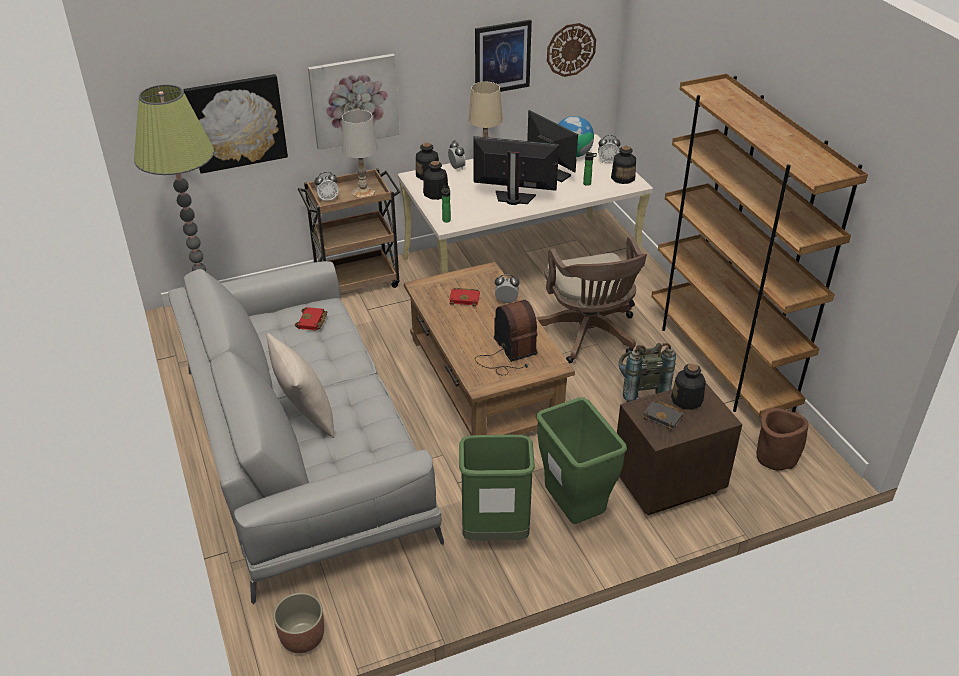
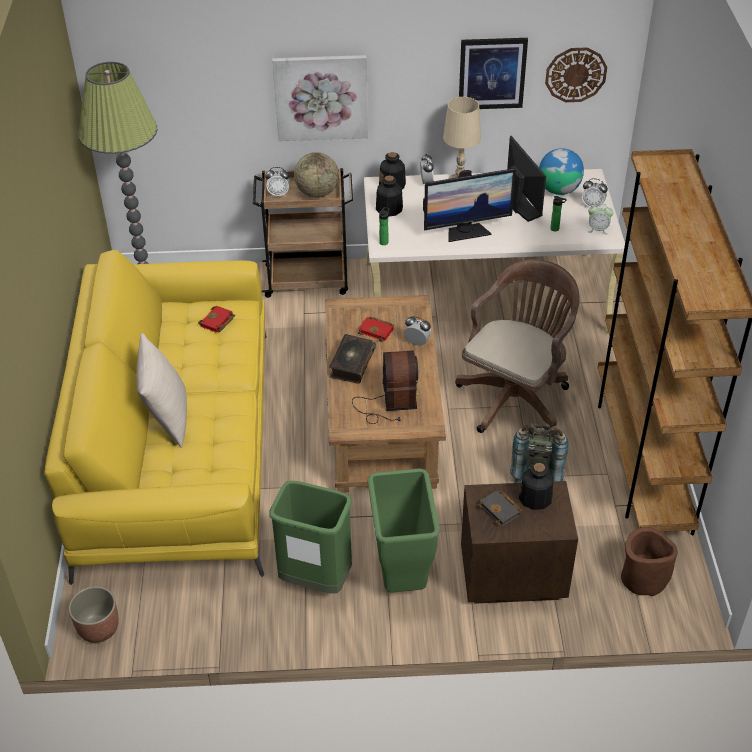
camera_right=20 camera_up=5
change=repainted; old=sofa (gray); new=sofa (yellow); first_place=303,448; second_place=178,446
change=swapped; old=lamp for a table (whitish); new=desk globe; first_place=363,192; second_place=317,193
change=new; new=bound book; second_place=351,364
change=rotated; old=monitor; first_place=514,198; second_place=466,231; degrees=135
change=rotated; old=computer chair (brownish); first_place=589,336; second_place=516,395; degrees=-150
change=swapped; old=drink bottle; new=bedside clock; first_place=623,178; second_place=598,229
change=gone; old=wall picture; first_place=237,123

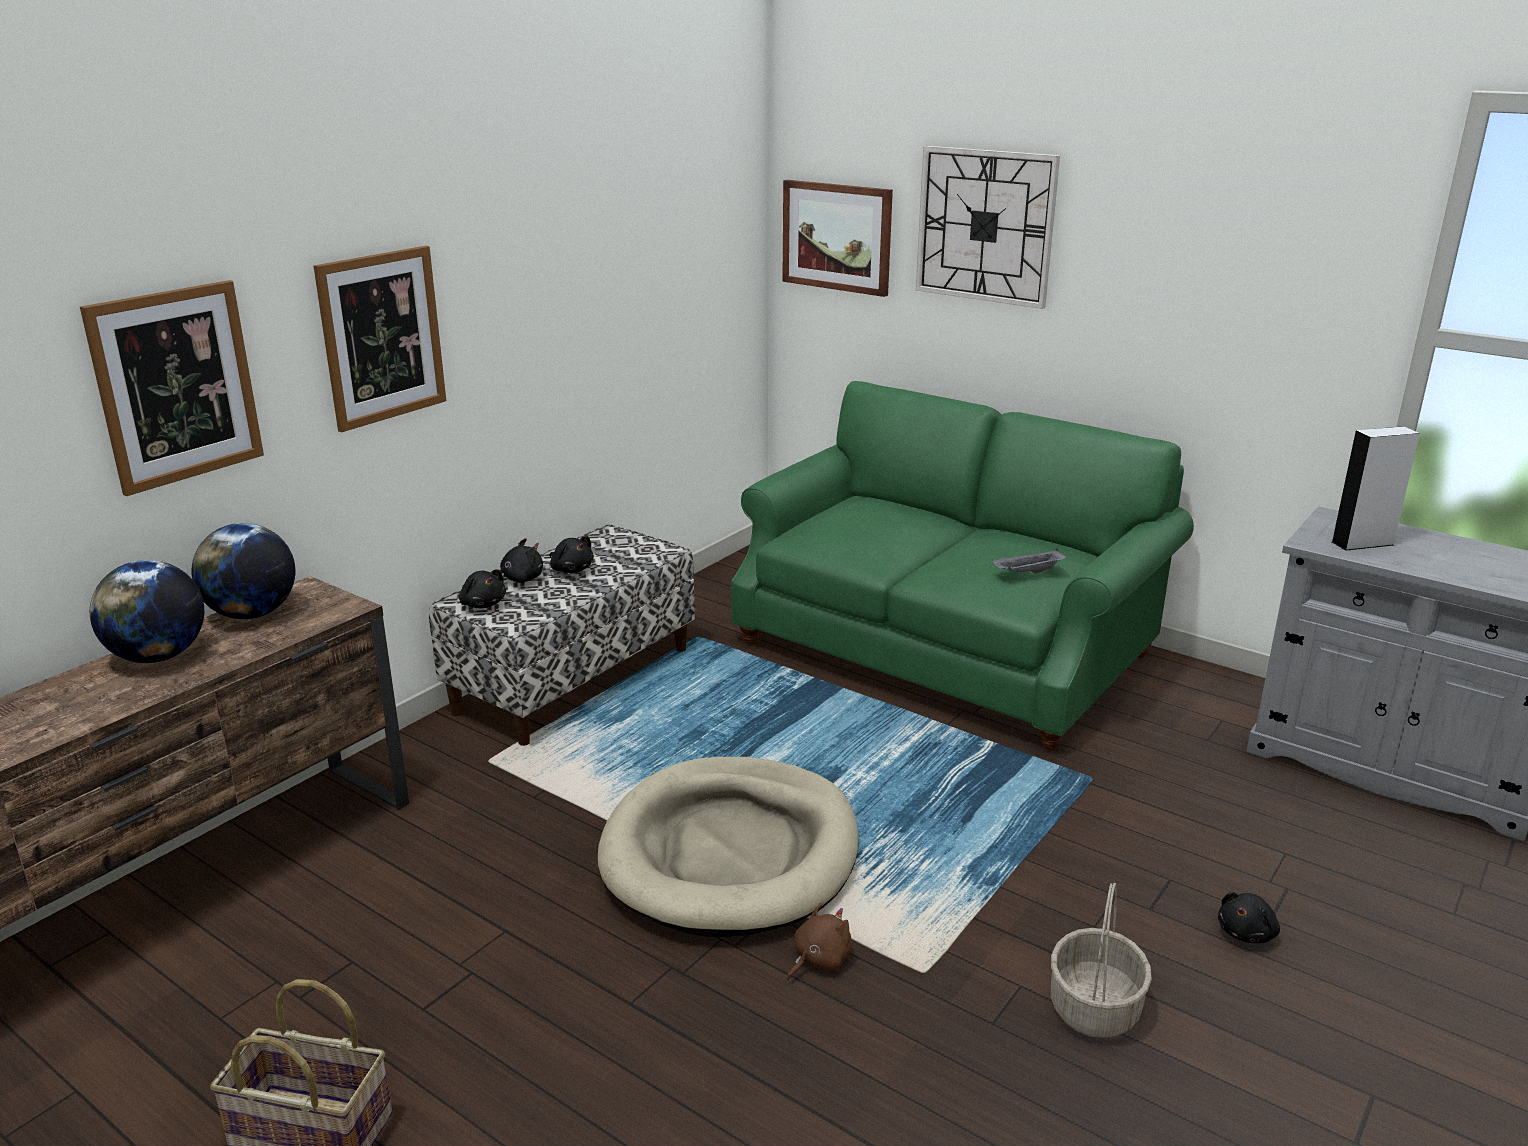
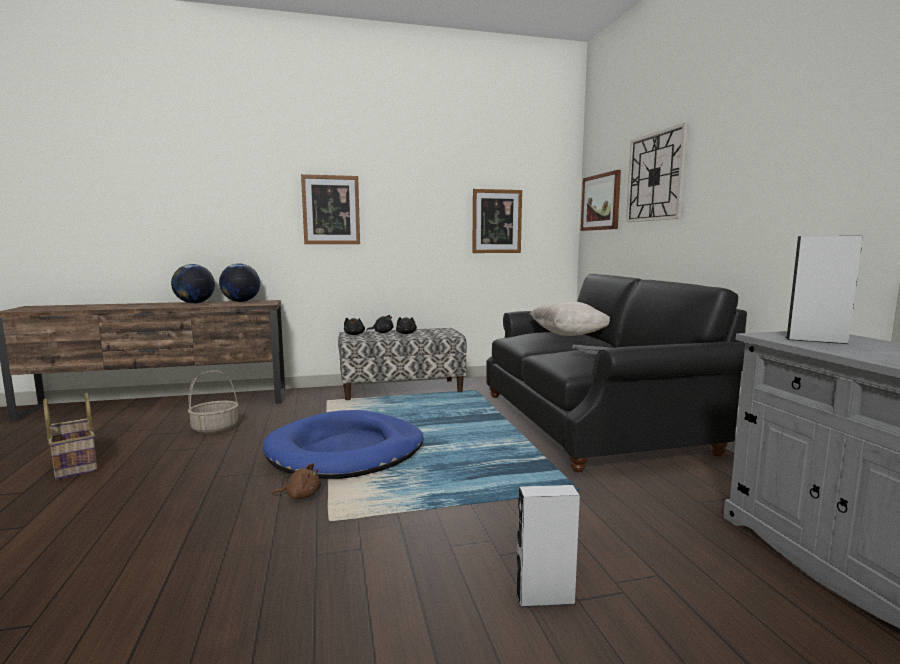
camera_right=40 camera_up=-15
change=shifted; old=basket; first_place=1095,1008; second_place=214,428
change=repainted; old=pet bed (sand-coloured); new=pet bed (bluish); first_place=731,852; second_place=346,451
change=shifted; old=wall picture; first_place=176,386; second_place=496,221
change=repainted; old=sofa (green-coloured); new=sofa (black-coloured); first_place=945,648; second_place=590,421
change=swapped; old=soft toy (black-coloured); new=loudspeaker (gray); first_place=1247,933; second_place=545,598
change=new; new=cushion (sand-coloured); second_place=568,334

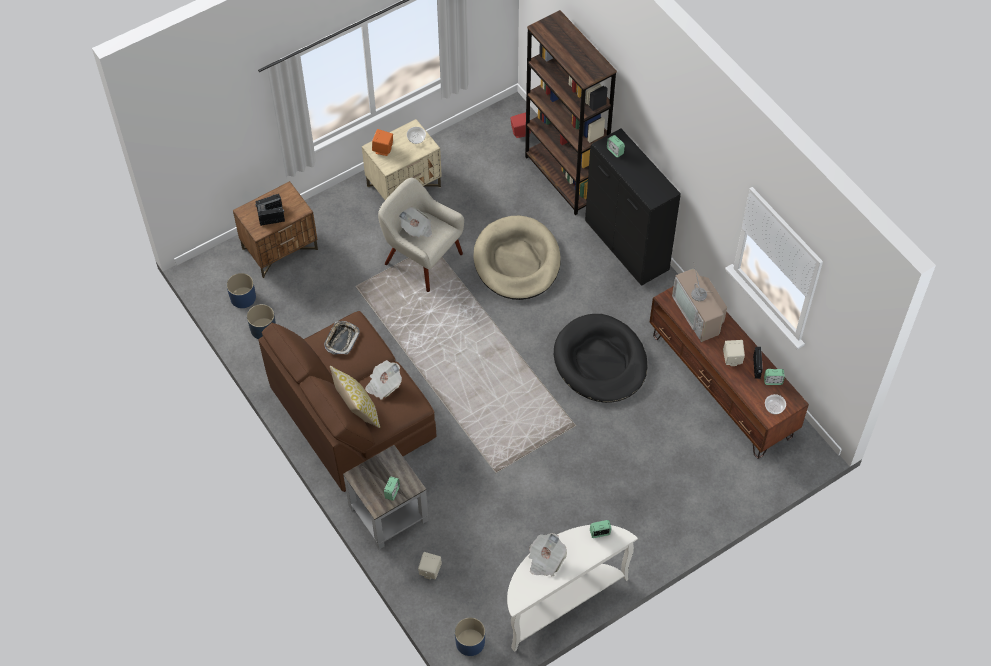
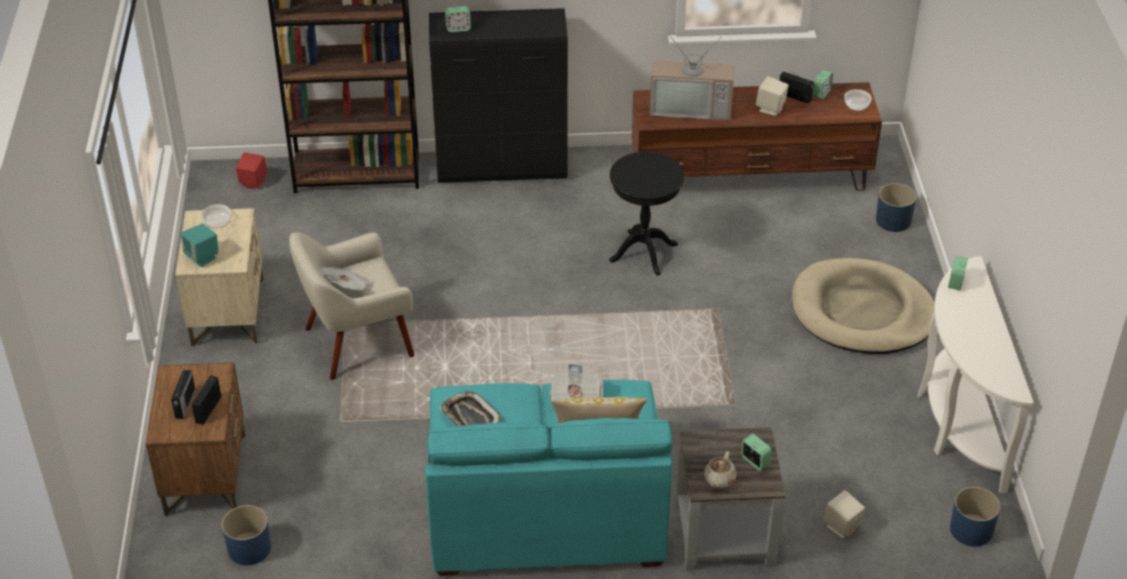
camera_right=-60 camera_up=-15
change=repainted; old=loudspeaker (orange-coloured); new=loudspeaker (turquoise); first_place=383,149; second_place=202,257
change=repainted; old=sofa (brownish); new=sofa (turquoise); first_place=353,415; second_place=545,507
change=swapped; old=pet bed (black-coloured); new=side table (black-coloured); first_place=600,361; second_place=643,252
change=new; new=tea pot (sand-coloured); second_place=719,479
change=shifted; old=pet bed (sand-coloured); first_place=517,261; second_place=862,312
change=shifted; old=flower pot (bluish); first_place=263,329; second_place=893,220
change=gone; old=daily paper; first_place=545,560

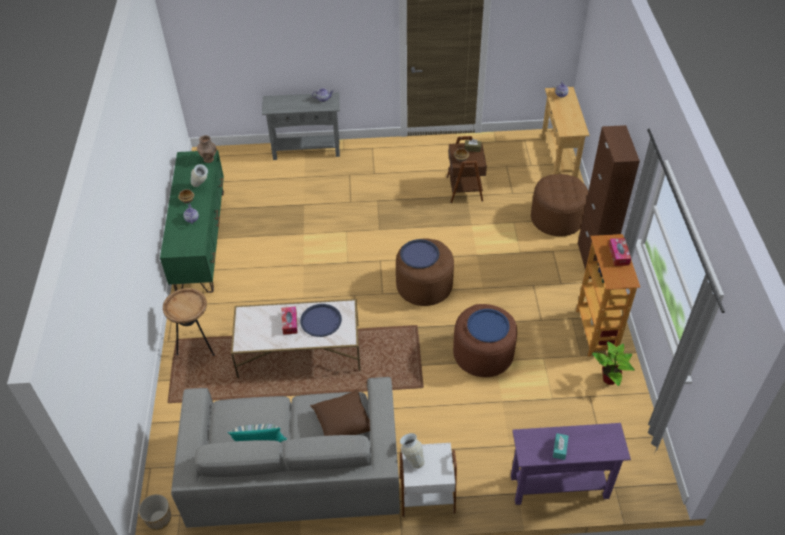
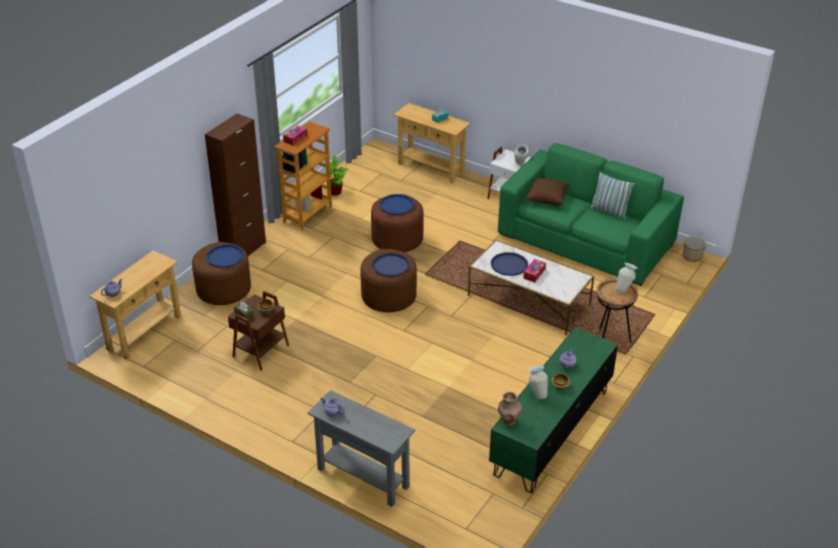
camera_right=-145 camera_up=-10
change=new; new=tray (bluish); second_place=225,256
change=repainted; old=hall table (purplish); new=hall table (sand-coloured); first_place=559,487; second_place=431,168
change=repainted; old=sofa (gray); new=sofa (green-coloured); first_place=294,471; second_place=586,240
change=new; new=vase; second_place=625,288

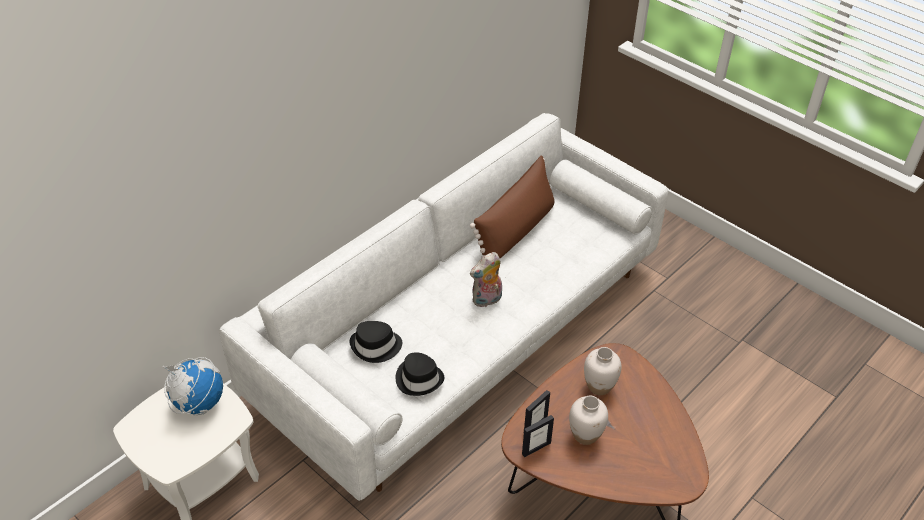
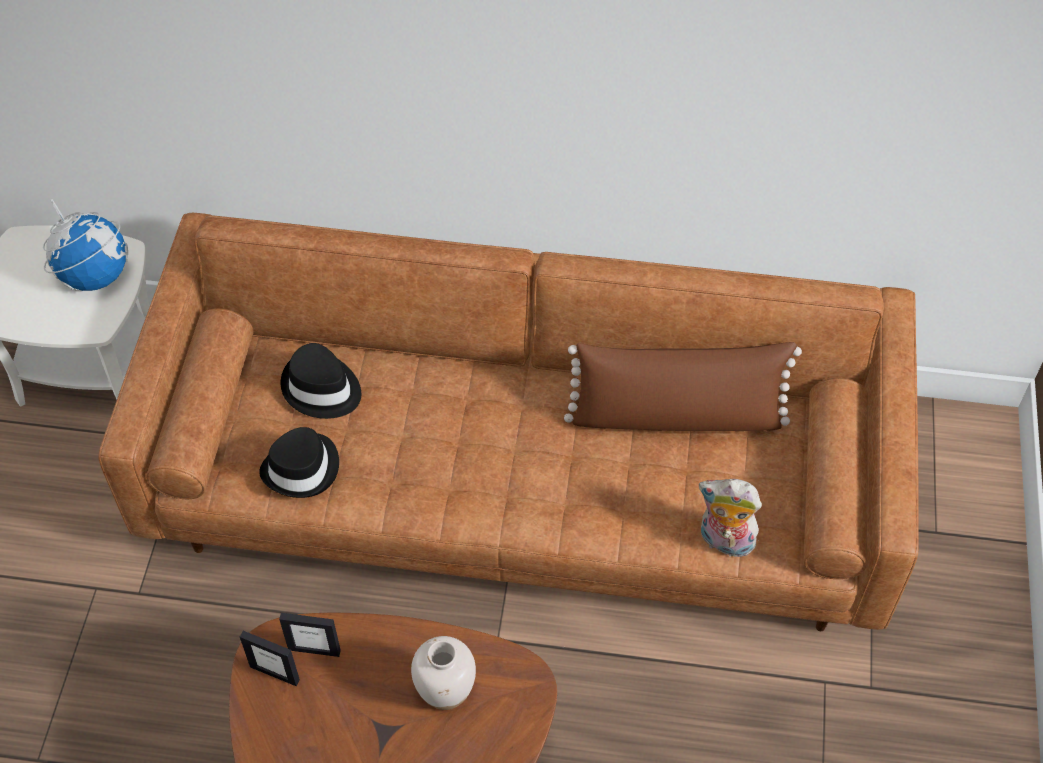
camera_right=55 camera_up=10
change=repainted; old=sofa (whitish); new=sofa (brownish); first_place=461,333; second_place=521,481
change=shifted; old=soft toy; first_place=487,300; second_place=724,542
change=gone; old=vase (whitish); first_place=585,435

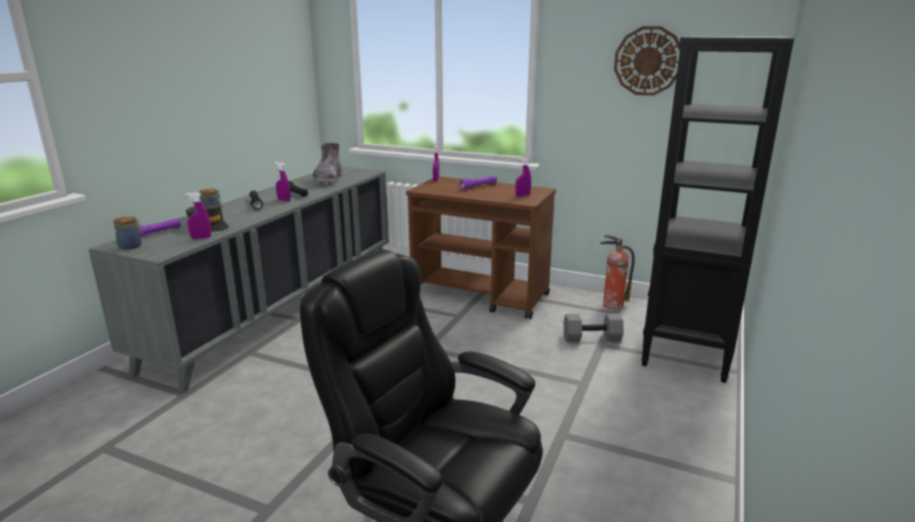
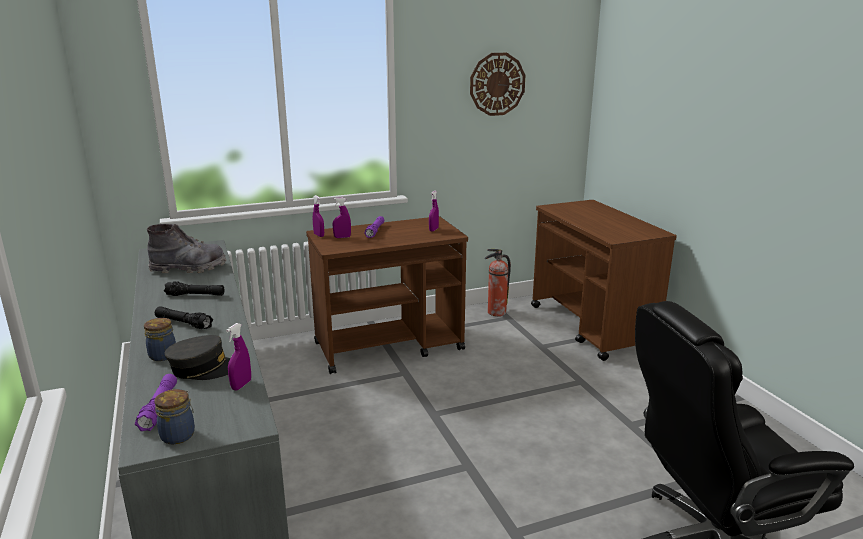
camera_right=-45 camera_up=0
change=rotated; old=high-top boot (gray); first_place=328,180; second_place=188,268; degrees=-60
change=shifted; old=sprayer (purplish); first_place=284,200; second_place=342,237
change=swapped; old=shelving unit (black-coloured); new=cart (brownish); first_place=686,351; second_place=592,327
change=gone; old=dumbbell (gray); first_place=591,339

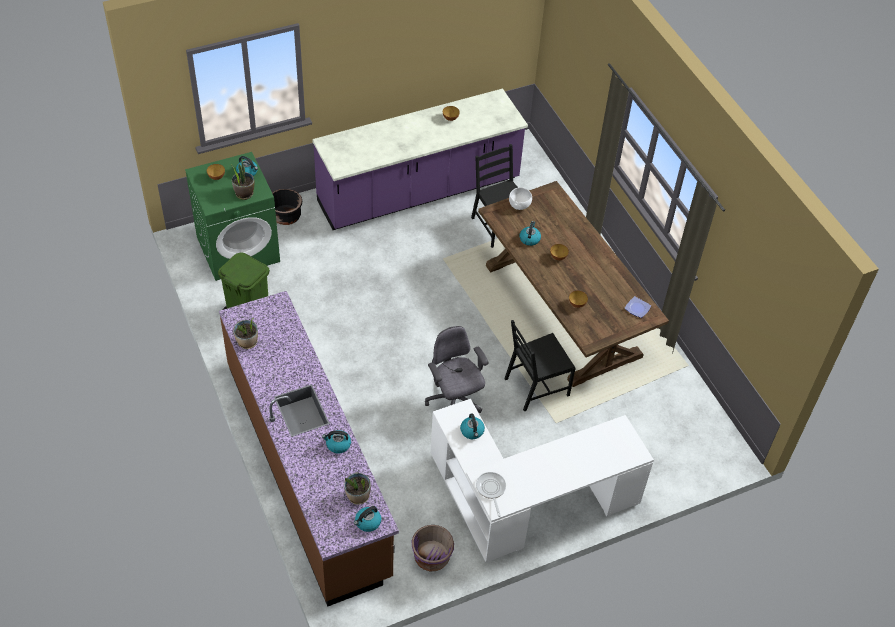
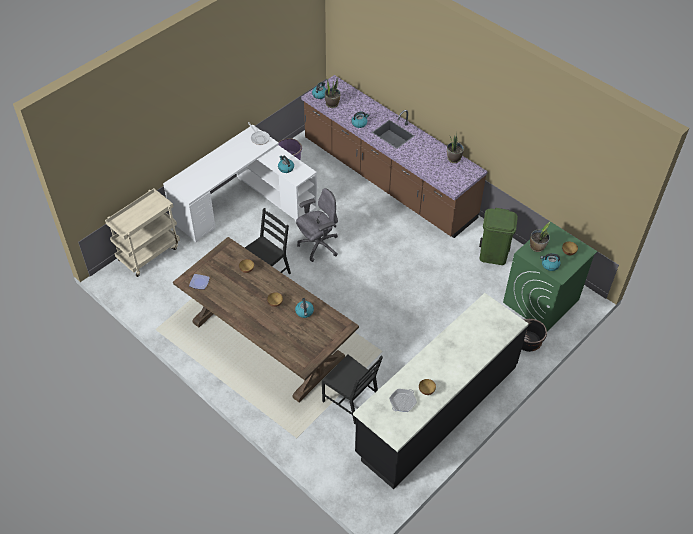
camera_right=160 camera_up=0
change=new; new=cart (sand-coloured); second_place=149,253
change=rotated; old=computer chair (gray); first_place=454,402; second_place=318,246; degrees=-75
change=repainted; old=kitchen counter (purplish); new=kitchen counter (black-coloured); first_place=419,192; second_place=437,409
change=new; new=pan; second_place=402,402
change=gone; old=bowl (whitish); first_place=519,205

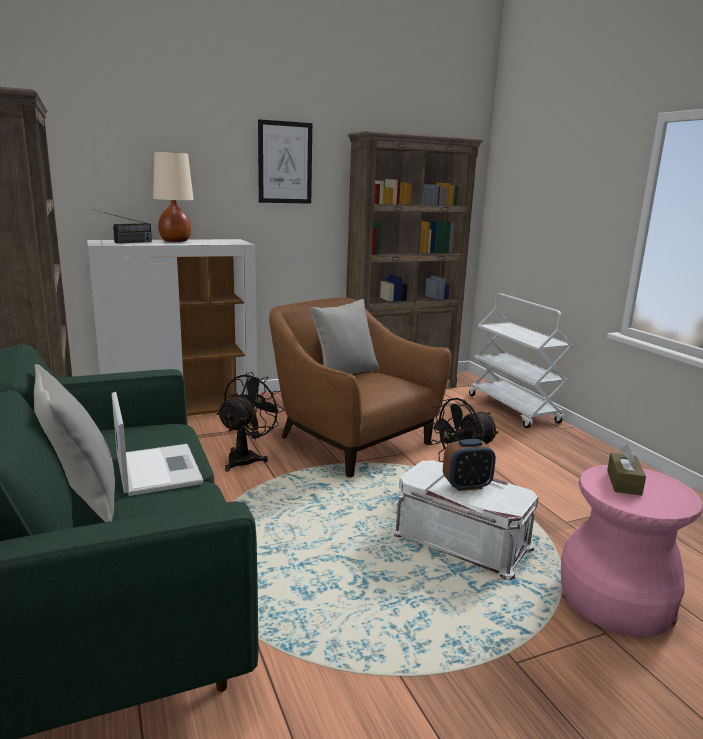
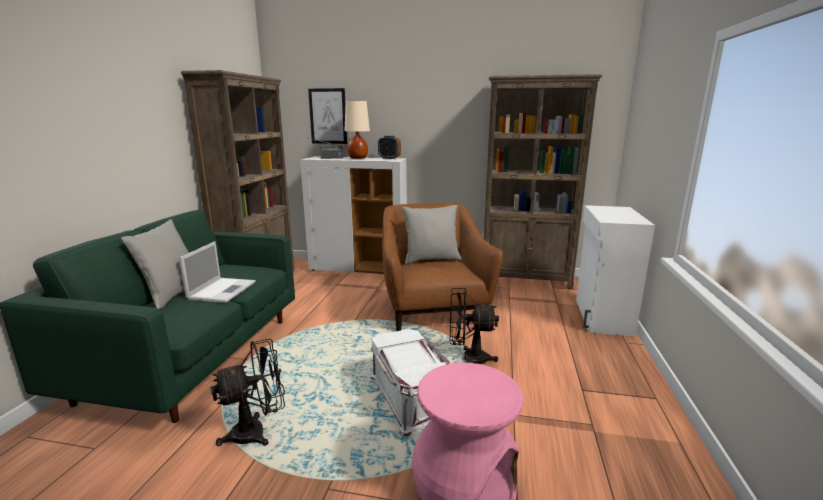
camera_right=35 camera_up=0
change=shifted; old=cooling fan (black-coloured); first_place=247,458; second_place=257,432
change=shifted; old=wall picture; first_place=285,163; second_place=328,116
change=shifted; old=bedside clock; first_place=466,486; second_place=389,158
change=swapped; old=cart (whitish); new=storage cabinet (whitish); first_place=514,409; second_place=601,316
change=gone; old=tissue holder (brownish); first_place=624,482

